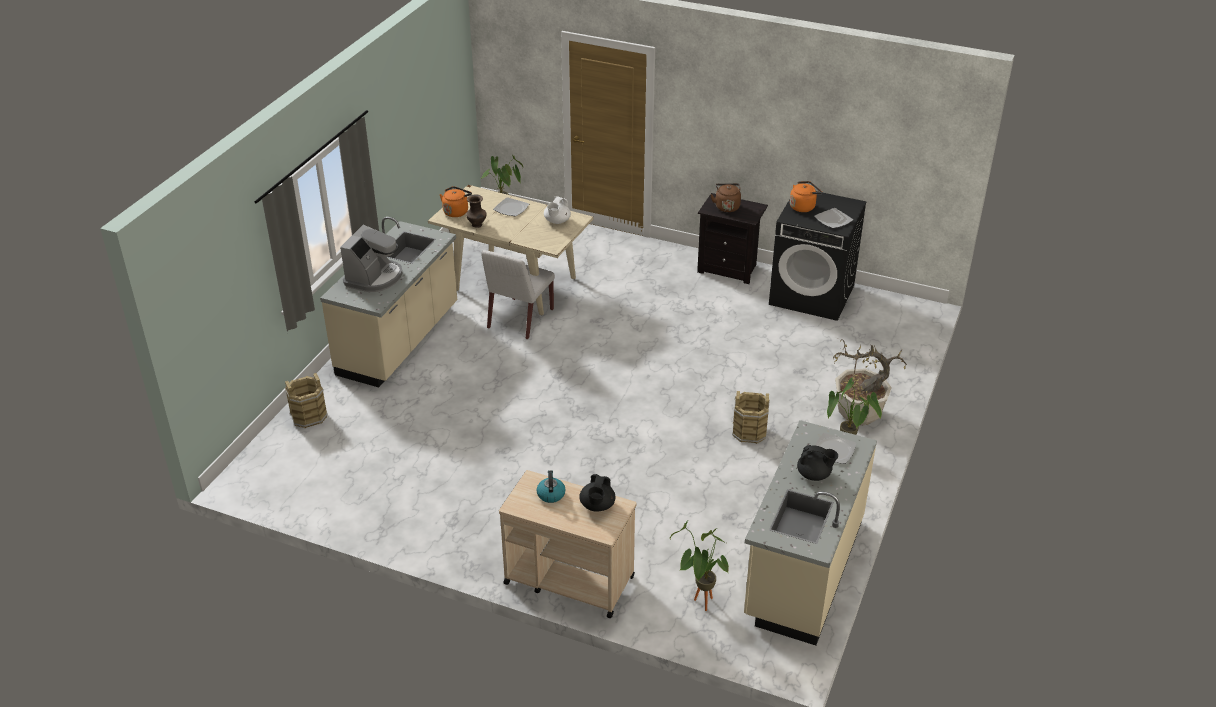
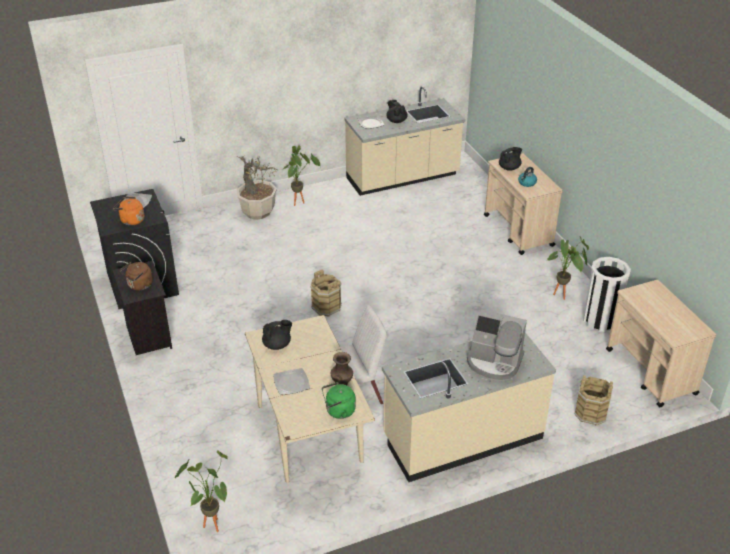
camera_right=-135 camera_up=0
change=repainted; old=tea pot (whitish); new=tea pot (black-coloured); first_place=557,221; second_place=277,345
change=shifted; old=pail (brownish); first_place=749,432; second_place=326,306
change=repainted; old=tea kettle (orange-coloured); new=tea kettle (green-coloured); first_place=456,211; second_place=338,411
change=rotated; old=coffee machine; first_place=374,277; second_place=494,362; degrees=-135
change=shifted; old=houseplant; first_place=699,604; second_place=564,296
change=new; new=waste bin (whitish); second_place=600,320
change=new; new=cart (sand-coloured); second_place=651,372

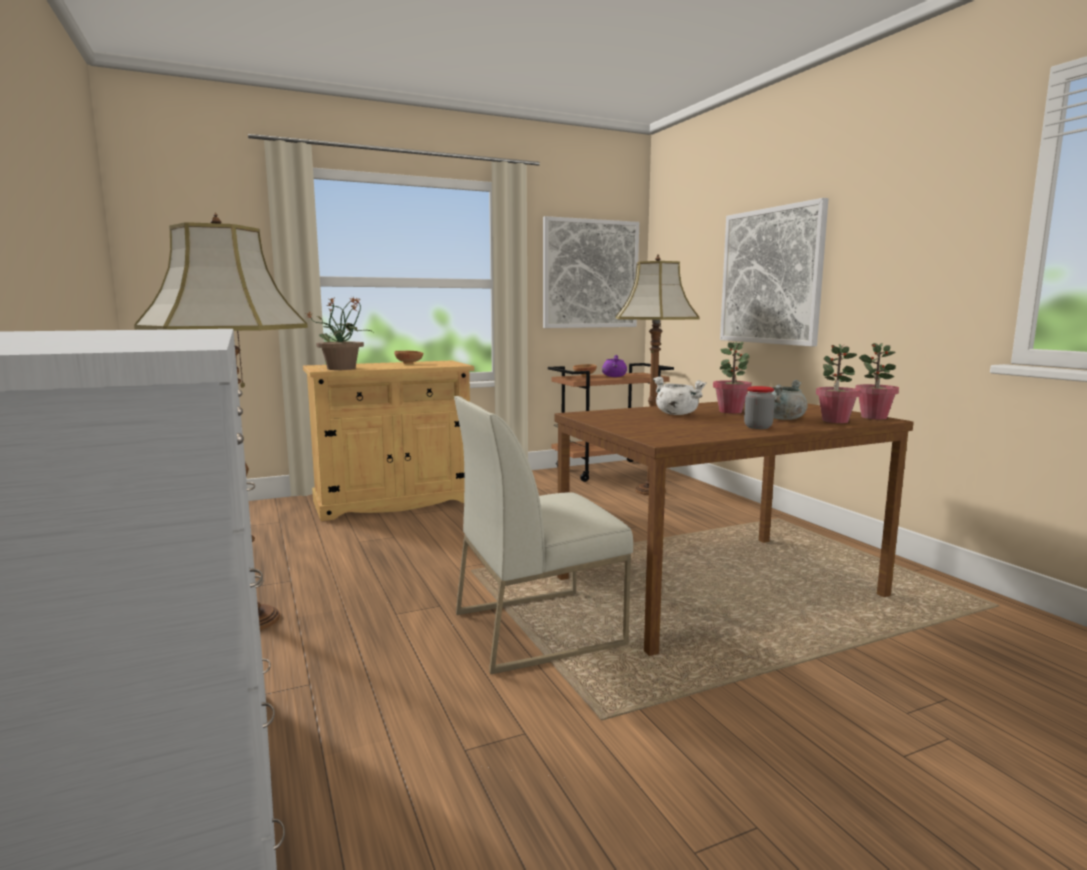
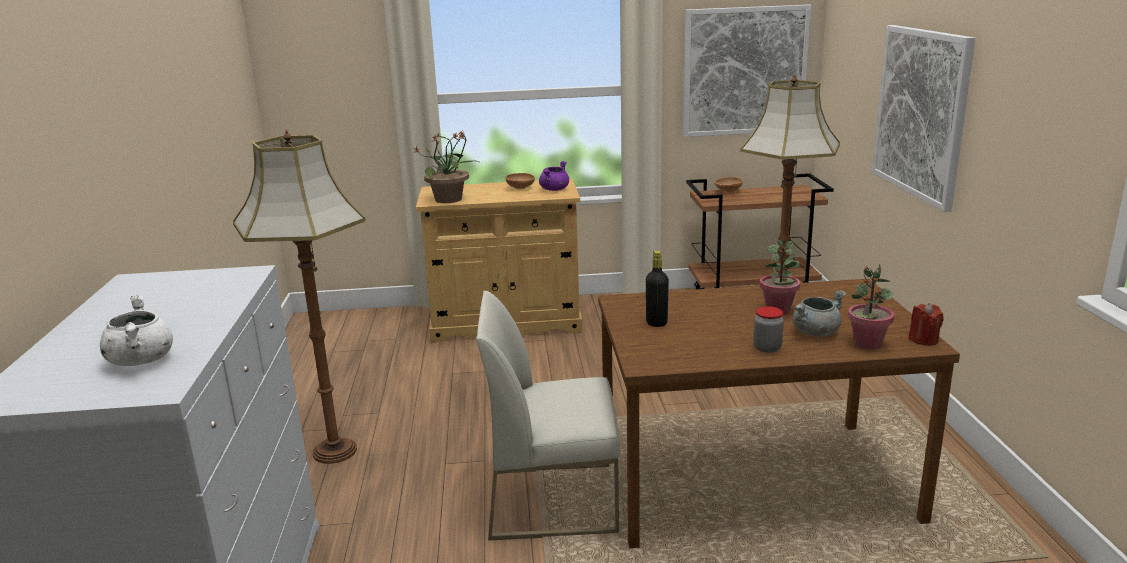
camera_right=20 camera_up=10
change=shifted; old=stockpot (whitish); first_place=676,414; second_place=141,360
change=shifted; old=stockpot (purplish); first_place=614,376; second_place=554,189
change=new; new=drink bottle (black-coloured); second_place=656,323
change=swapped; old=houseplant; new=wax candle (reddish); first_place=874,417; second_place=923,340

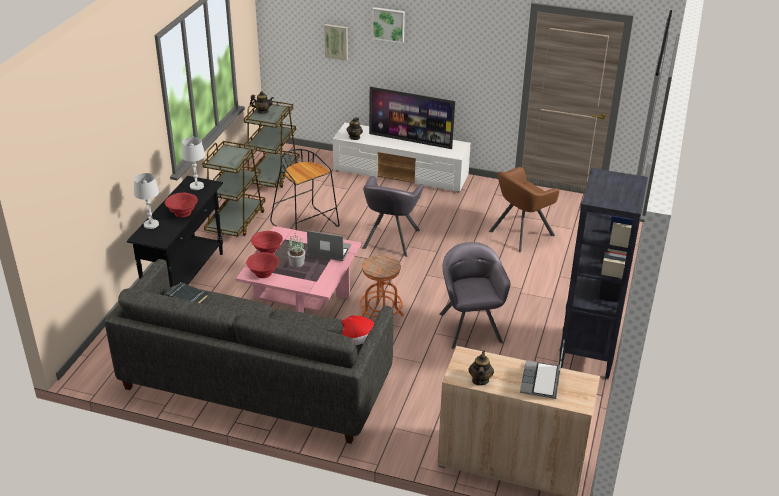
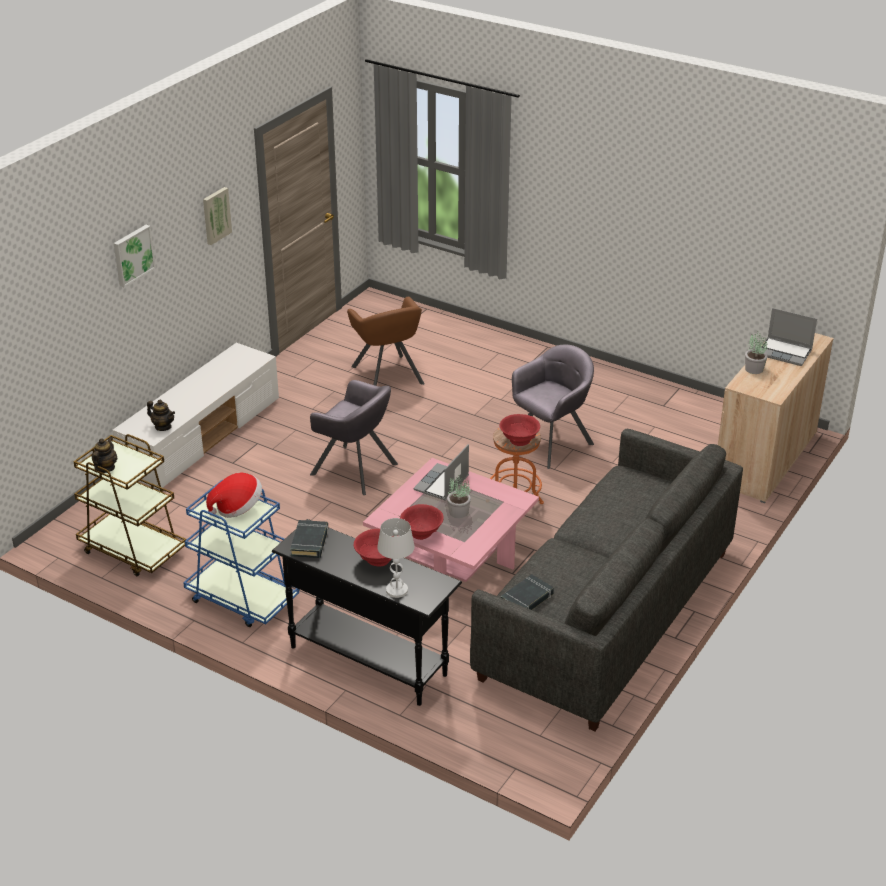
camera_right=-75 camera_up=0
change=repainted; old=cart (brownish); new=cart (bluish); first_place=236,221; second_place=242,599
change=shifted; old=wall picture; first_place=336,41; second_place=215,215
change=shifted; old=wearable hat; first_place=359,342; second_place=237,508
change=swapped; old=lamp for a table (whitish); new=bound book (black-coloured); first_place=197,186; second_place=310,542
change=shifted; old=bowl (reddish); first_place=263,273; second_place=519,440
change=rotated; old=lounge chair (gray); first_place=470,327; second_place=551,443; degrees=135
change=new; new=houseplant; second_place=753,369
change=gone; old=sitting stool (black-coloured); first_place=306,225
change=gone; old=television; first_place=410,141
change=gone; old=tea pot; first_place=480,380
change=gone; old=shelving unit (black-coloured); first_place=587,354

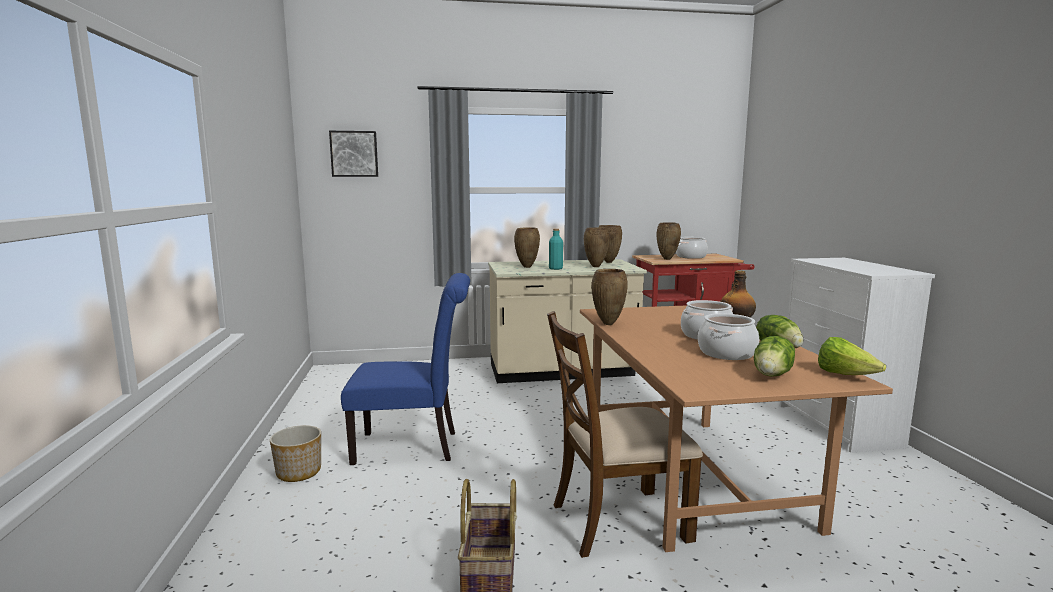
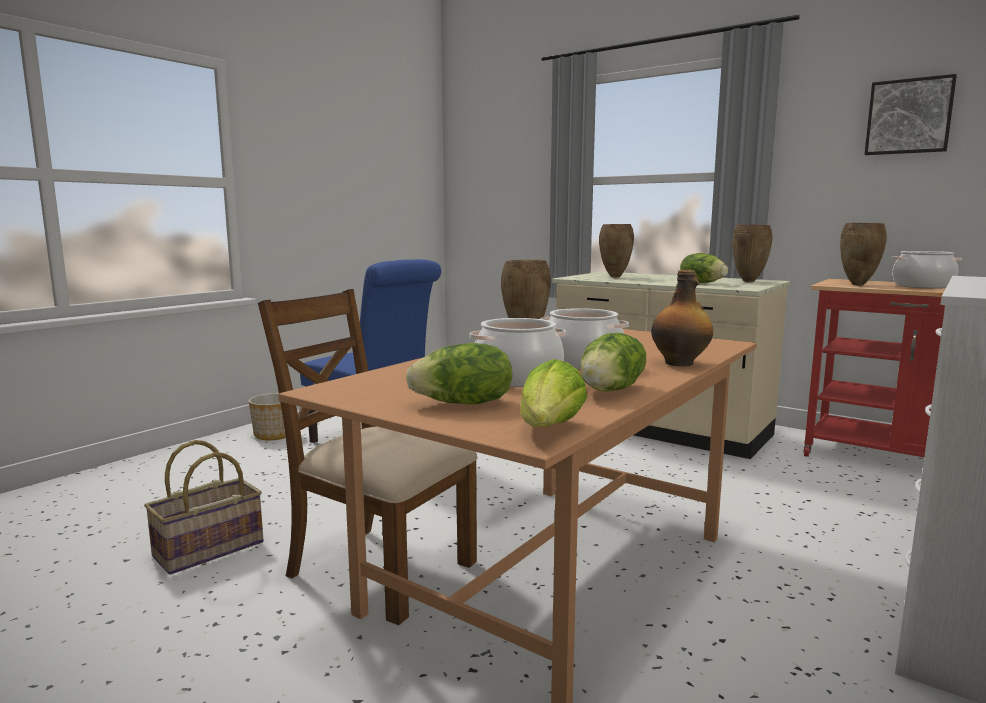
camera_right=45 camera_up=0
change=swapped; old=vase (brownish); new=head of lettuce; first_place=595,266; second_place=702,283
change=shifted; old=wall picture; first_place=354,154; second_place=909,116
change=gone; old=drink bottle (turquoise); first_place=555,268

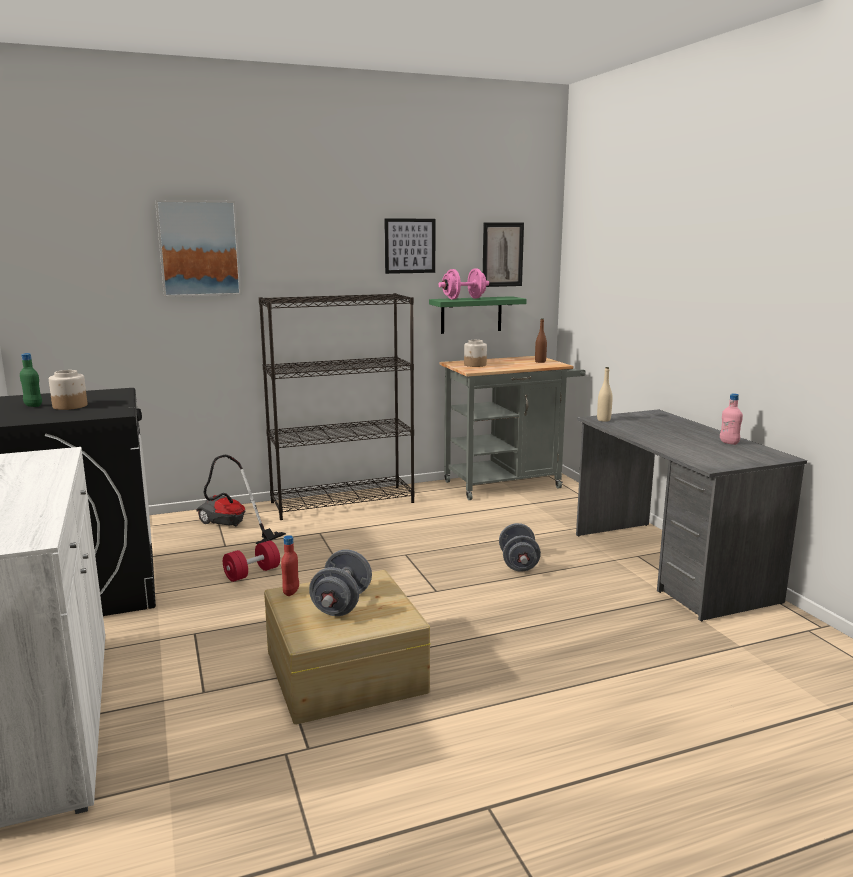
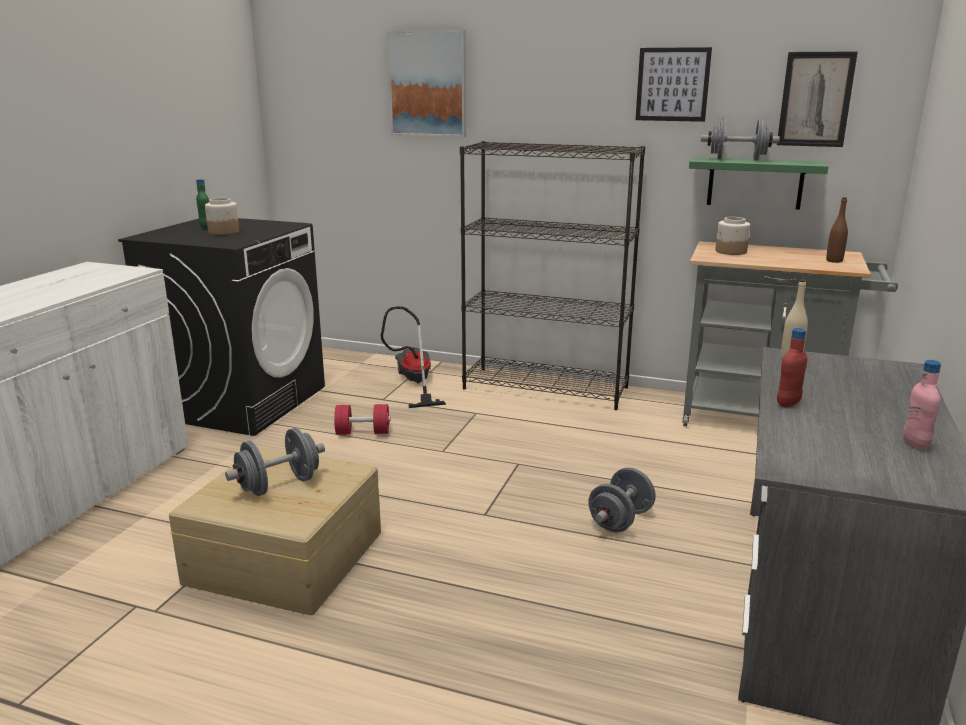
camera_right=40 camera_up=5
change=repainted; old=dumbbell (pinkish); new=dumbbell (gray); first_place=464,298; second_place=737,159
change=shifted; old=drink bottle (reddish); first_place=291,592; second_place=788,404

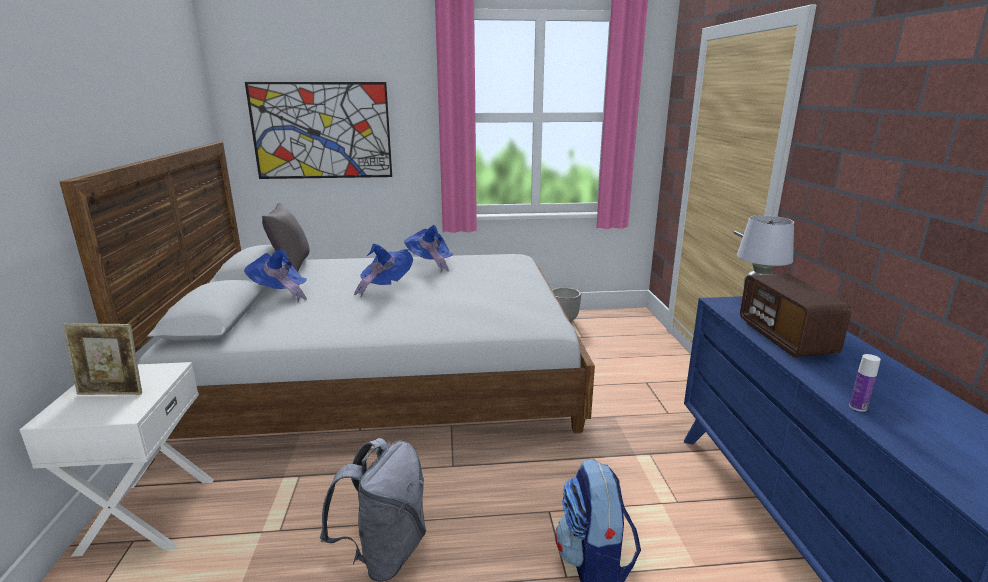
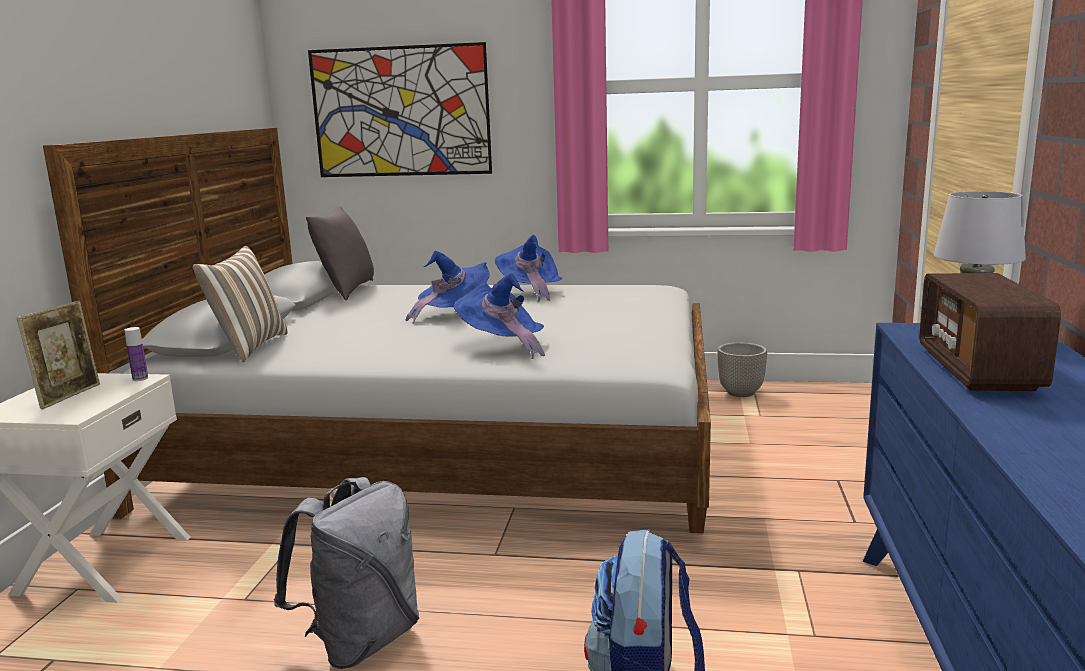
camera_right=15 camera_up=-5
change=rotated; old=picture frame; first_place=112,392; second_place=69,396; degrees=-90
change=shifted; old=drink bottle; first_place=858,407; second_place=140,378
change=new; new=cushion; second_place=248,347
change=shifted; old=wearable hat (bluish); first_place=280,293; second_place=502,346

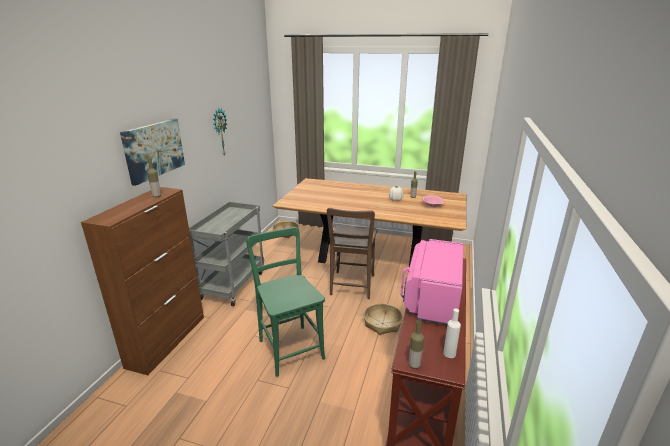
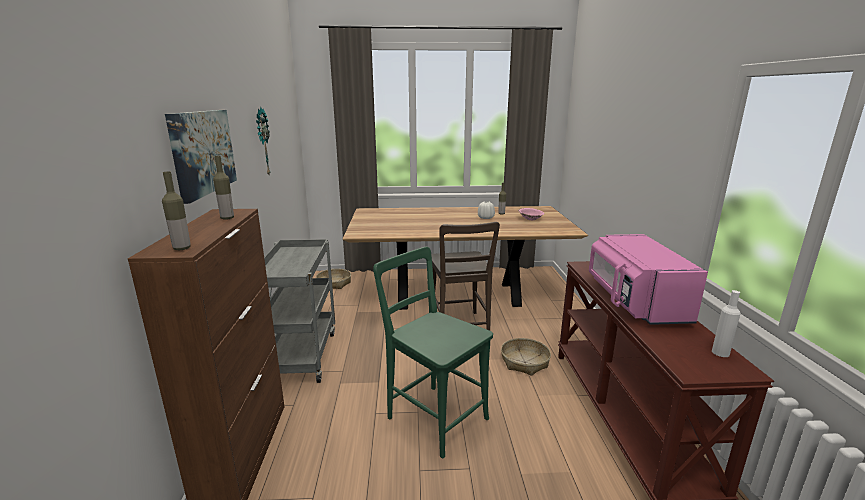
camera_right=-20 camera_up=-5
change=shifted; old=drink bottle; first_place=414,365; second_place=182,248

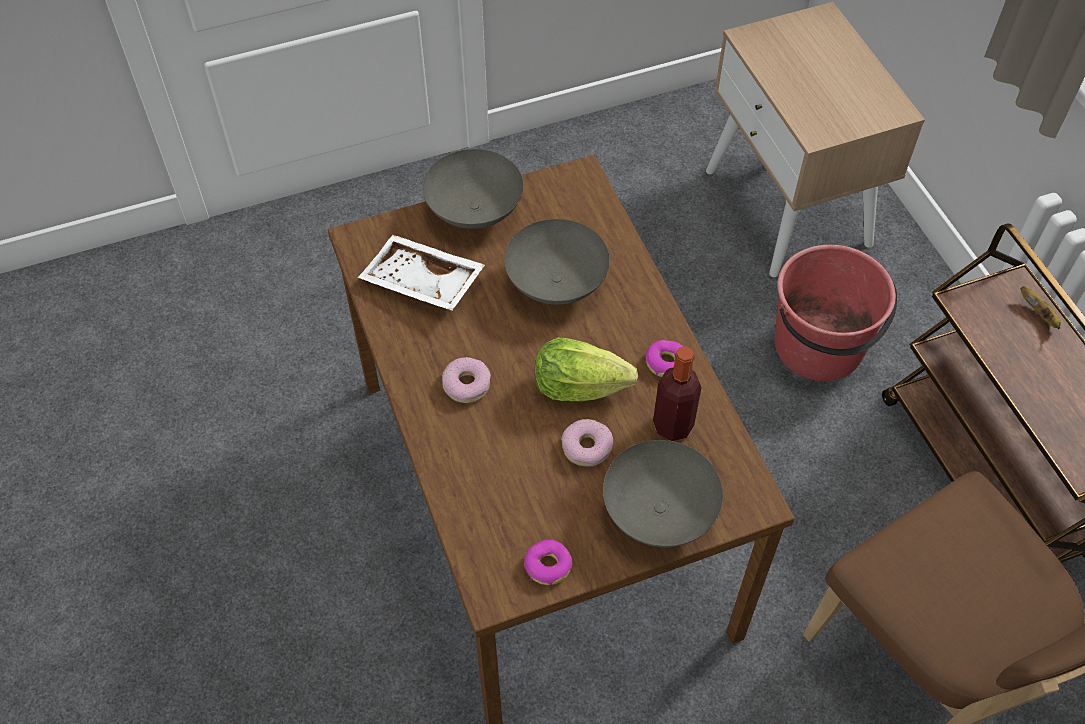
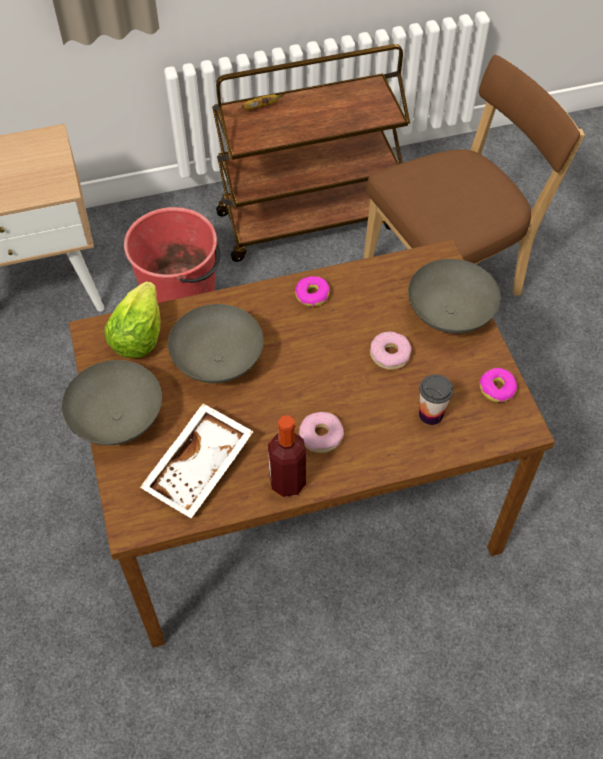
camera_right=-85 camera_up=0
change=shifted; old=head of lettuce; first_place=578,386; second_place=138,336
change=shifted; old=drink bottle; first_place=673,425; second_place=287,482
change=new; new=drinking cup; second_place=431,414

